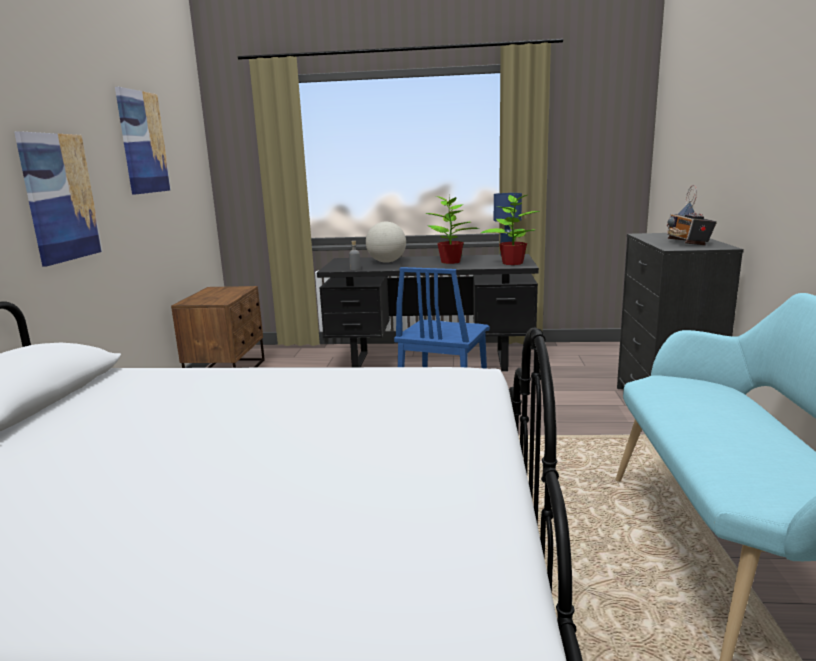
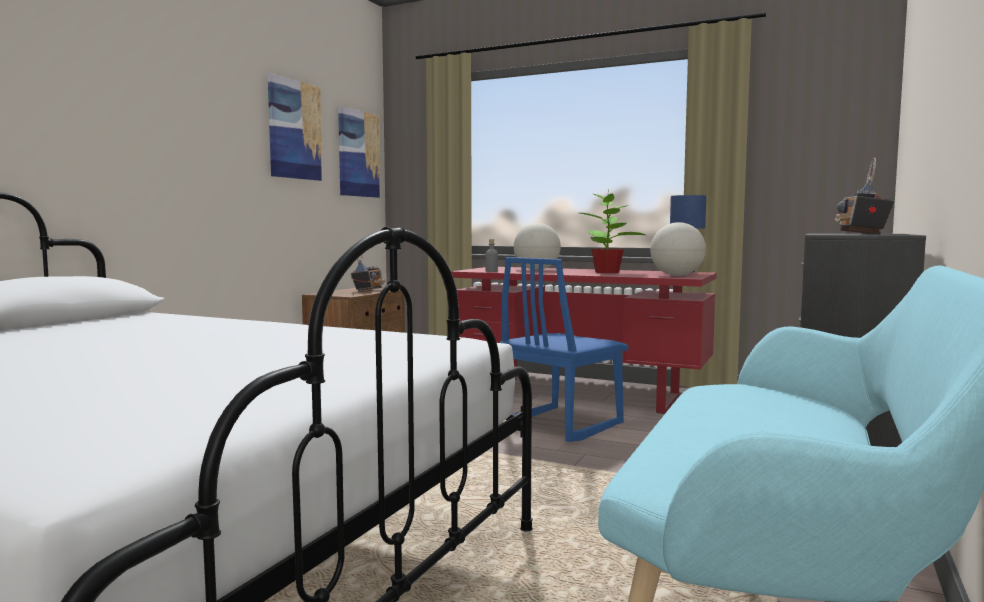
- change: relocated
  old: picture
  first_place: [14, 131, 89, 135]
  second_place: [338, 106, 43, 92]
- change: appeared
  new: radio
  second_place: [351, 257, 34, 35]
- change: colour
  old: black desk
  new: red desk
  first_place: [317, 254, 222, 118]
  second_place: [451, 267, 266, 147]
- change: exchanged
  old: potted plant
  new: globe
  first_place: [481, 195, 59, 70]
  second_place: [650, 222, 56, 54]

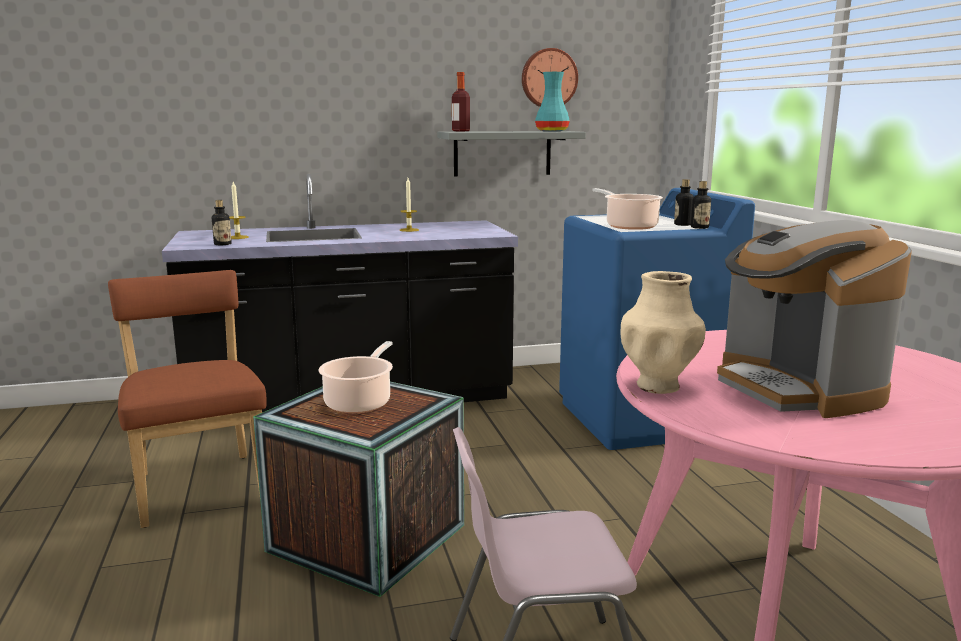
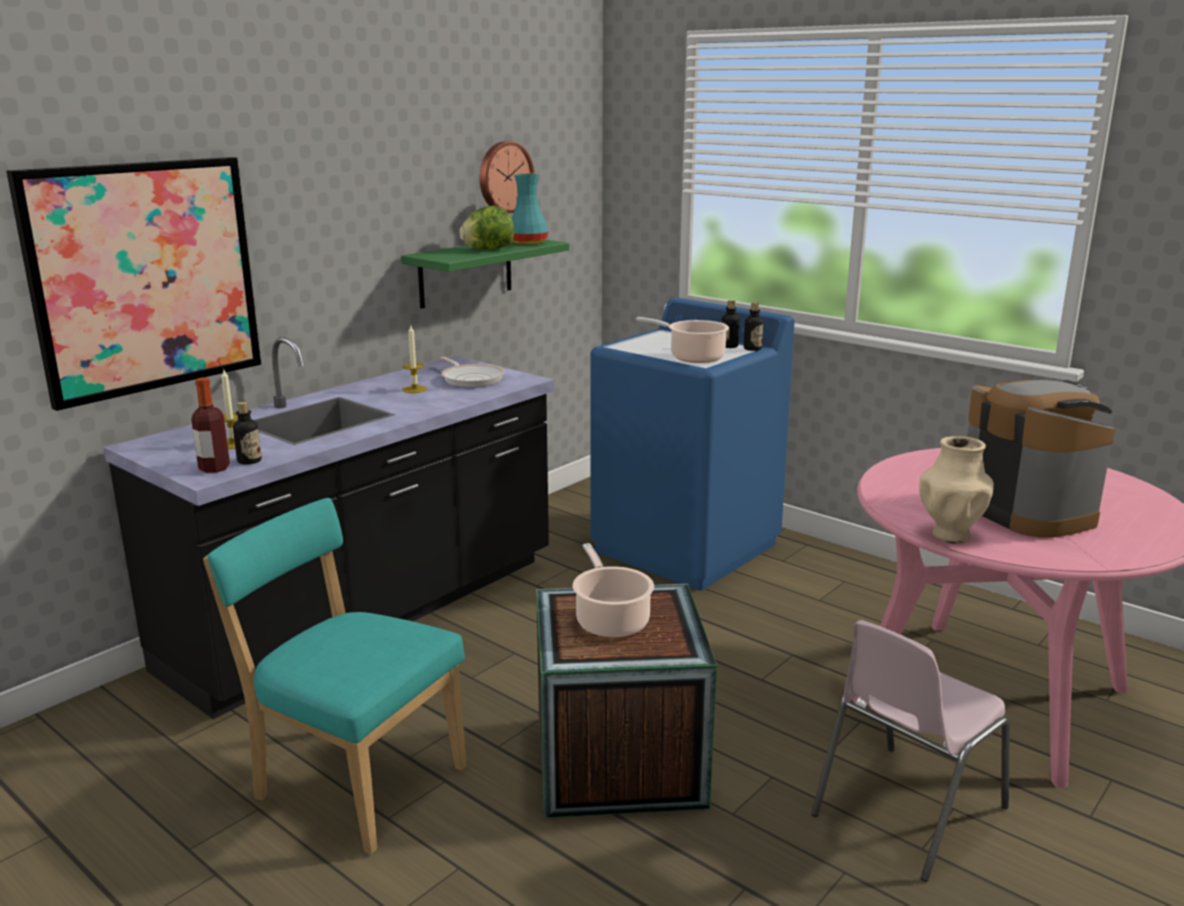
- change: appeared
  new: picture
  second_place: [6, 157, 255, 254]
- change: relocated
  old: bottle
  first_place: [452, 72, 18, 59]
  second_place: [191, 377, 39, 96]
- change: colour
  old: brown chair
  new: turquoise chair
  first_place: [108, 270, 158, 258]
  second_place: [203, 498, 264, 356]
- change: colour
  old: grey shelf
  new: green shelf
  first_place: [437, 131, 149, 46]
  second_place: [401, 240, 168, 69]
- change: appeared
  new: frying pan
  second_place: [440, 357, 65, 30]
- change: appeared
  new: lettuce
  second_place: [459, 206, 55, 44]
- change: spun
  old: coffee machine
  first_place: [717, 220, 195, 198]
  second_place: [967, 380, 149, 158]
  degrees: -150

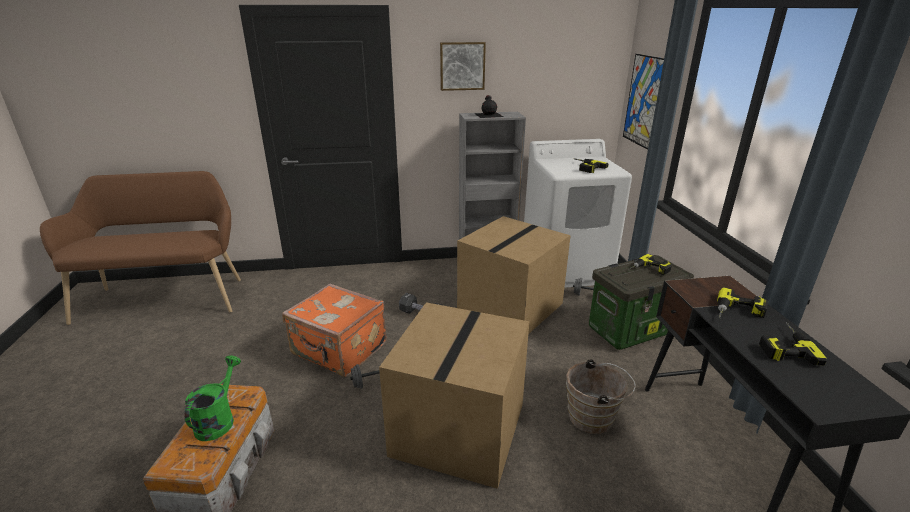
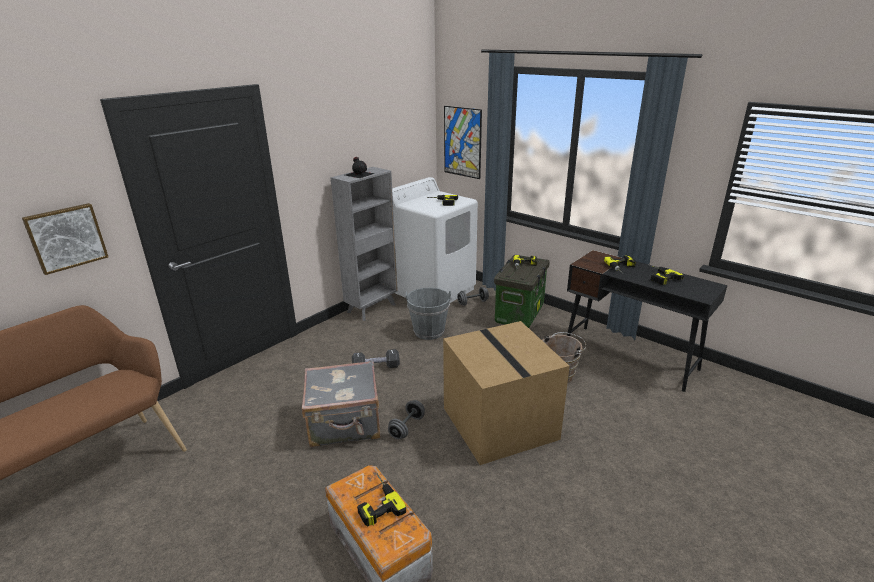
- change: relocated
  old: picture
  first_place: [440, 42, 46, 49]
  second_place: [22, 203, 86, 72]
- change: colour
  old: orange suitcase
  new: grey suitcase
  first_place: [282, 284, 105, 93]
  second_place: [302, 360, 79, 87]
- change: exchanged
  old: green watering can
  new: power drill
  first_place: [184, 356, 57, 85]
  second_place: [357, 474, 49, 53]
- change: exchanged
  old: cardboard box
  new: grey bucket
  first_place: [457, 216, 114, 118]
  second_place: [406, 288, 45, 52]

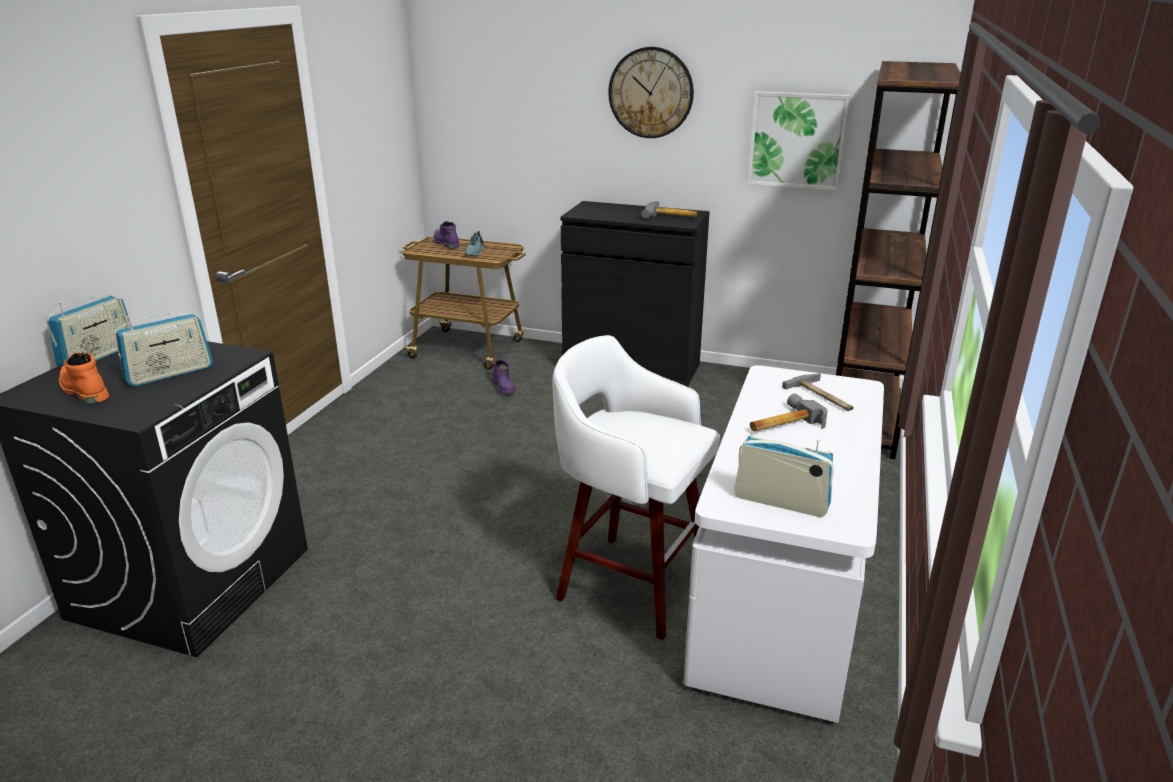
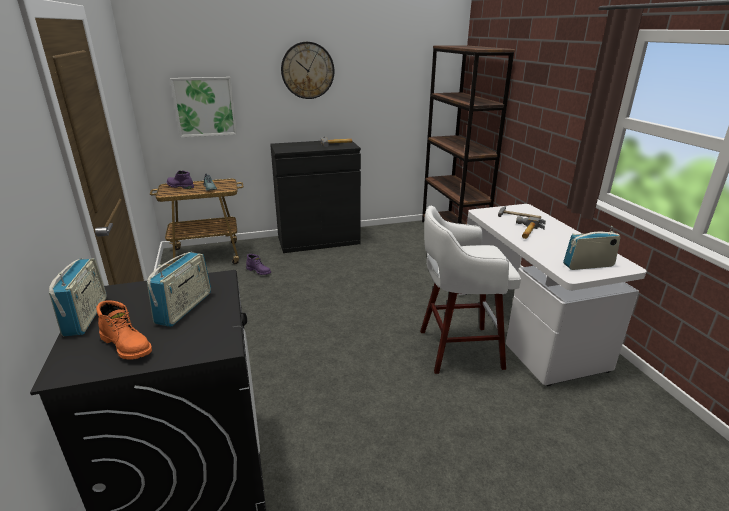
- change: spun
  old: orange boot
  first_place: [59, 353, 50, 51]
  second_place: [96, 300, 56, 60]
  degrees: -150
- change: relocated
  old: picture
  first_place: [747, 91, 103, 100]
  second_place: [170, 77, 67, 60]

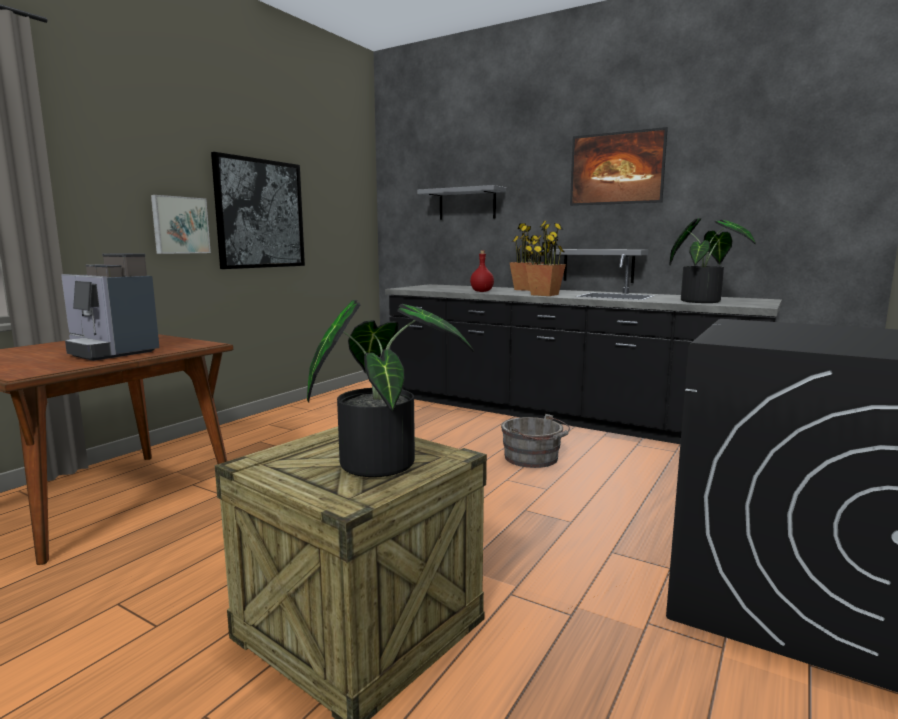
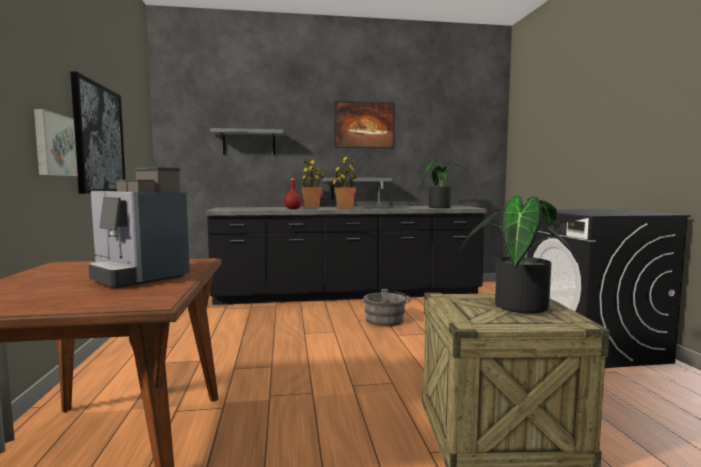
- change: spun
  old: coffee machine
  first_place: [61, 253, 99, 108]
  second_place: [88, 167, 102, 121]
  degrees: 45

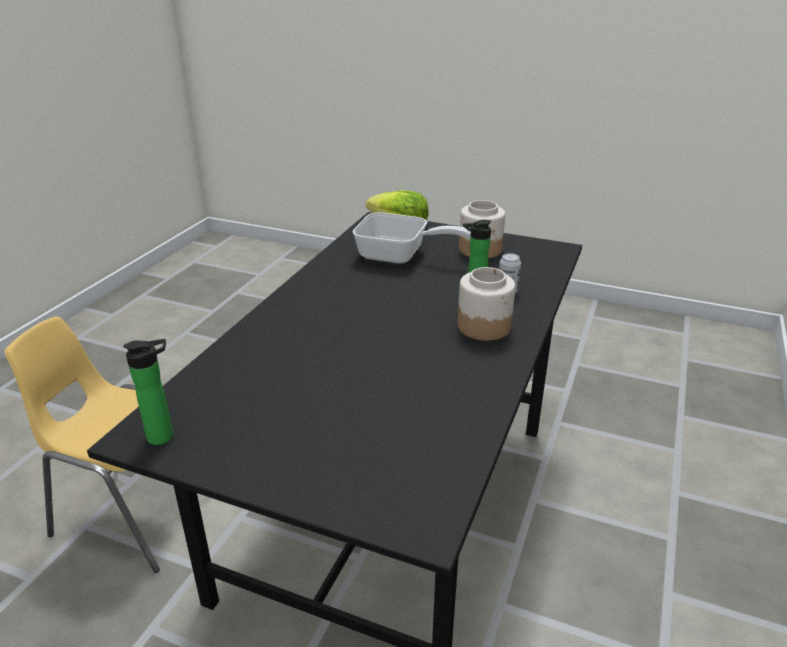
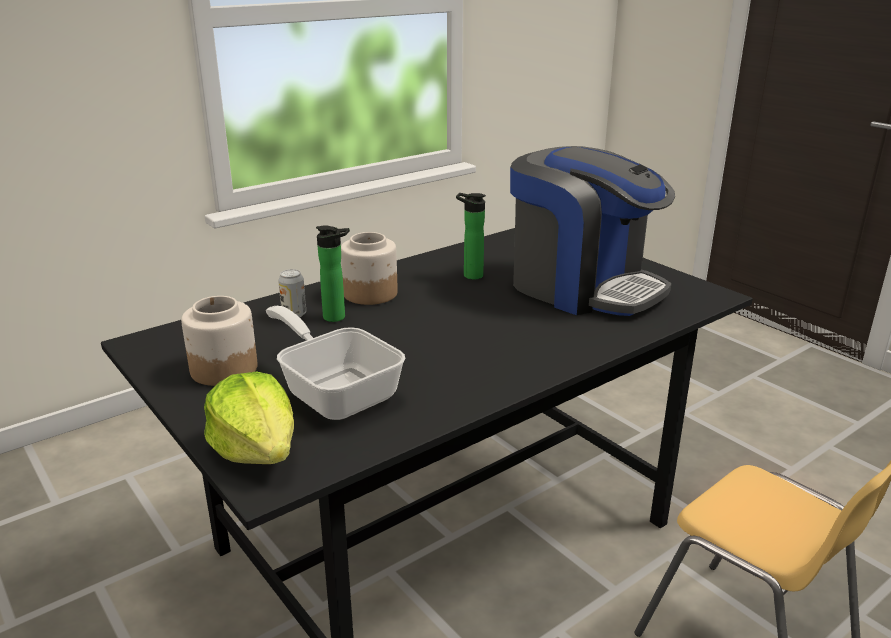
- change: relocated
  old: bottle
  first_place: [123, 339, 51, 106]
  second_place: [456, 193, 30, 87]
- change: appeared
  new: coffee machine
  second_place: [510, 146, 165, 170]

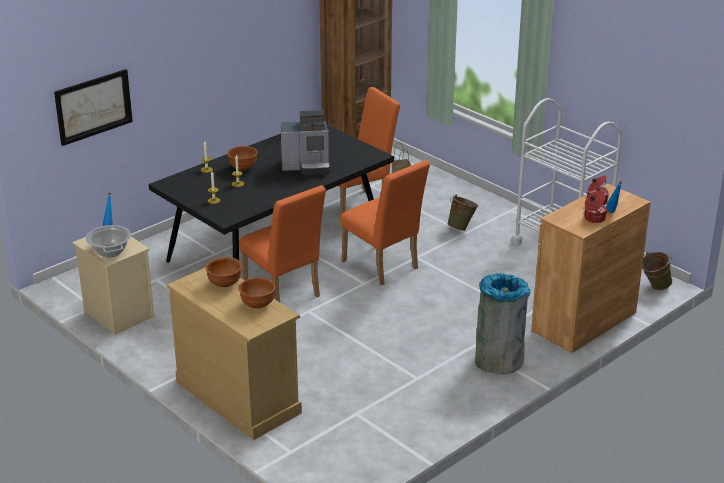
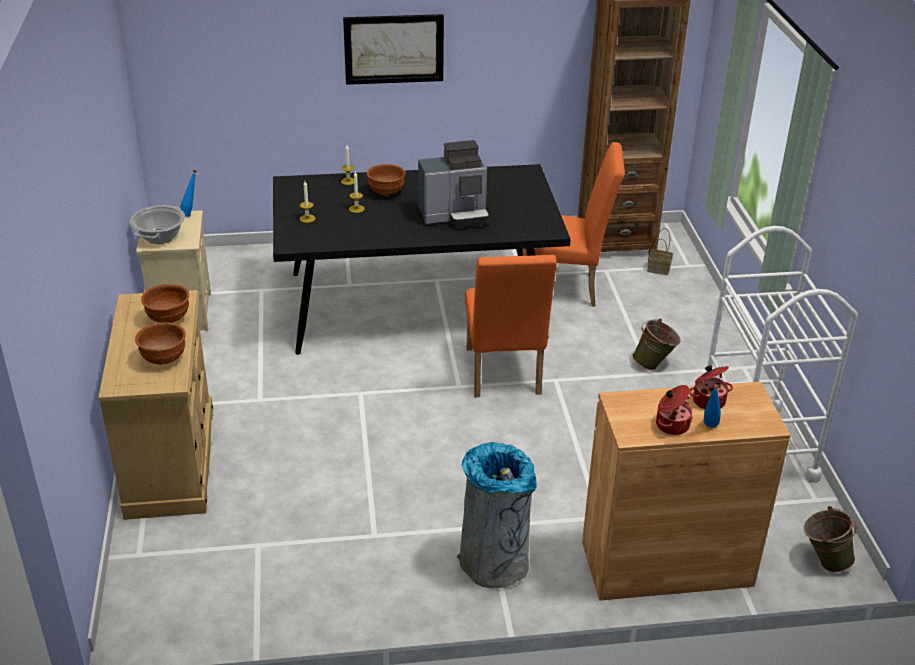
- change: relocated
  old: picture
  first_place: [54, 69, 79, 77]
  second_place: [343, 14, 101, 71]
- change: spun
  old: coffee machine
  first_place: [281, 110, 49, 65]
  second_place: [418, 140, 71, 88]
  degrees: -45
- change: missing
  old: orange chair
  first_place: [239, 185, 87, 117]

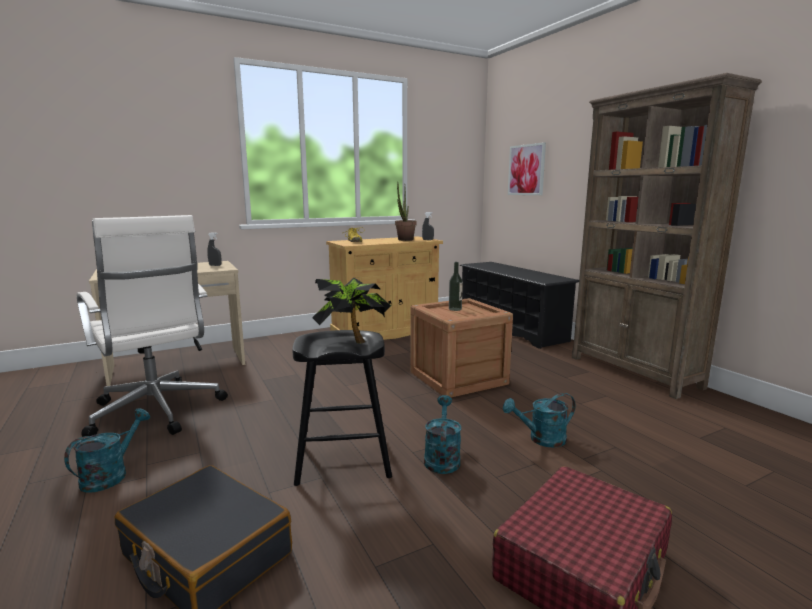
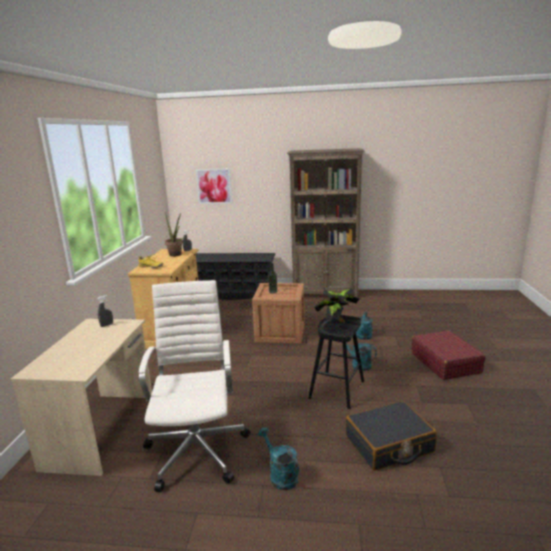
- change: spun
  old: white office chair
  first_place: [76, 215, 152, 222]
  second_place: [139, 280, 111, 212]
  degrees: -90

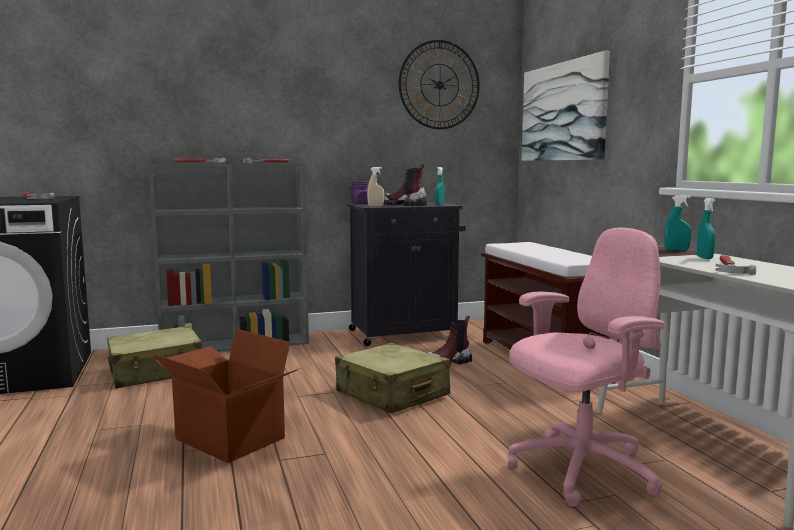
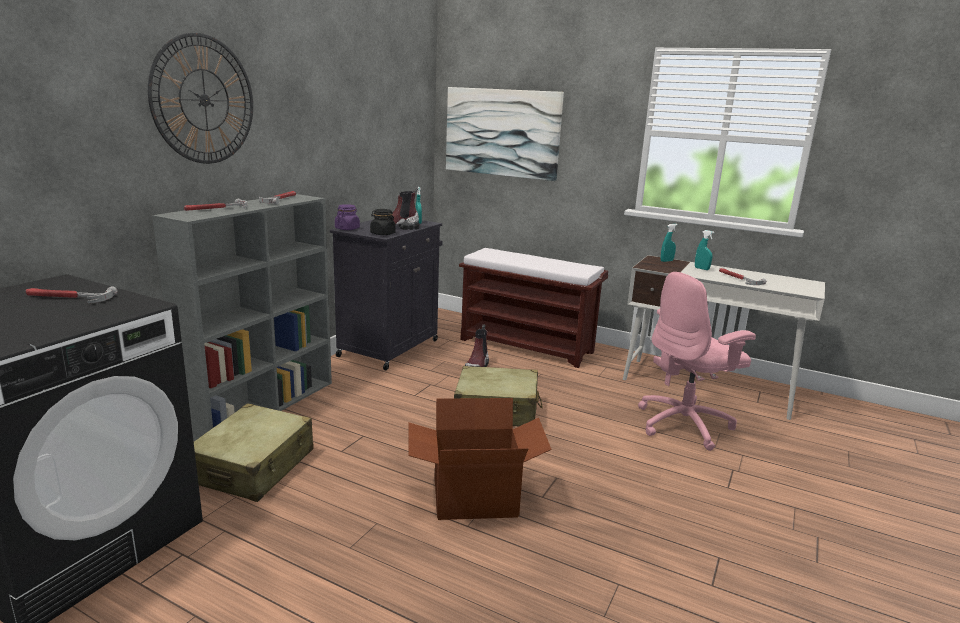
- change: relocated
  old: wall clock
  first_place: [399, 40, 81, 89]
  second_place: [148, 33, 105, 131]
- change: exchanged
  old: beige spray bottle
  new: black jar
  first_place: [367, 167, 17, 39]
  second_place: [370, 209, 26, 26]
- change: spun
  old: pink office chair
  first_place: [508, 228, 157, 279]
  second_place: [638, 272, 118, 179]
  degrees: -135

